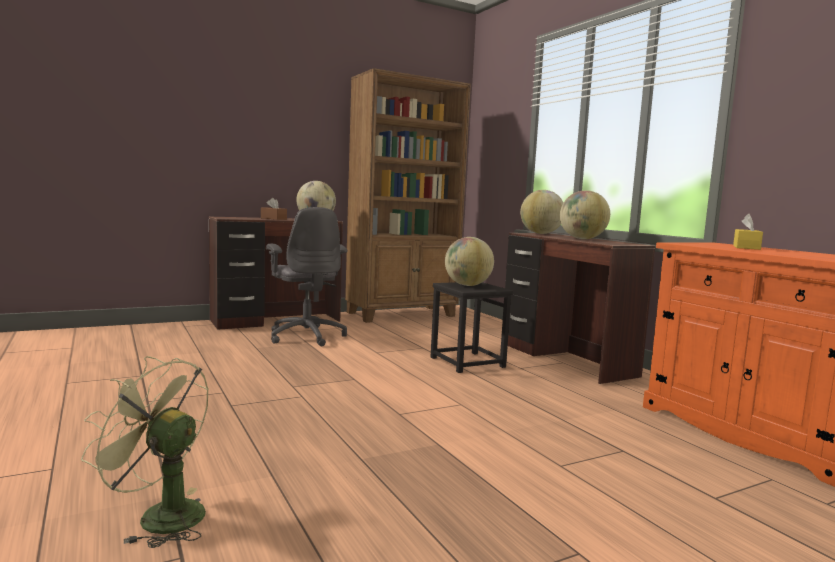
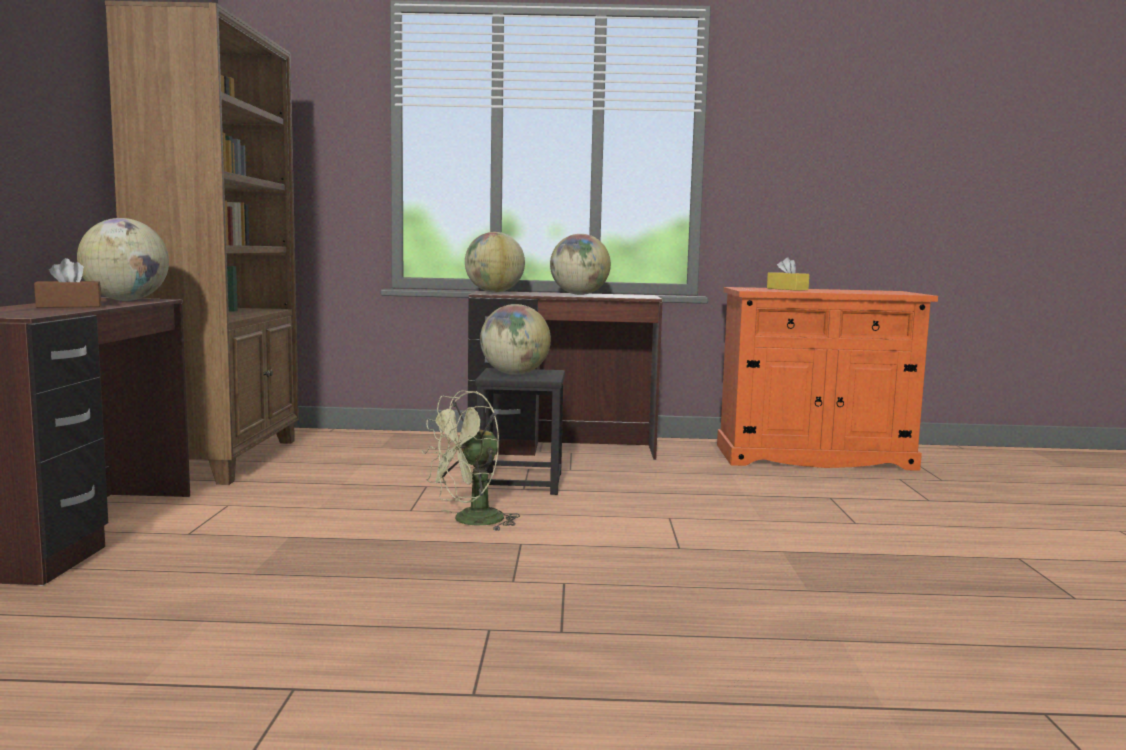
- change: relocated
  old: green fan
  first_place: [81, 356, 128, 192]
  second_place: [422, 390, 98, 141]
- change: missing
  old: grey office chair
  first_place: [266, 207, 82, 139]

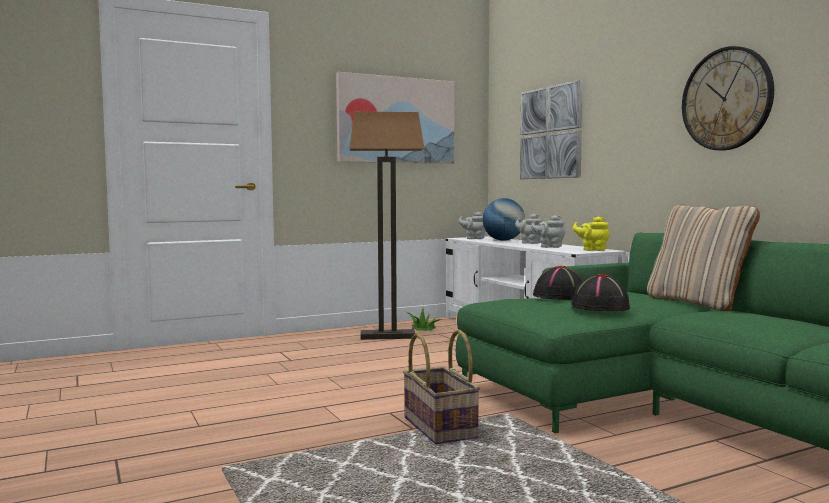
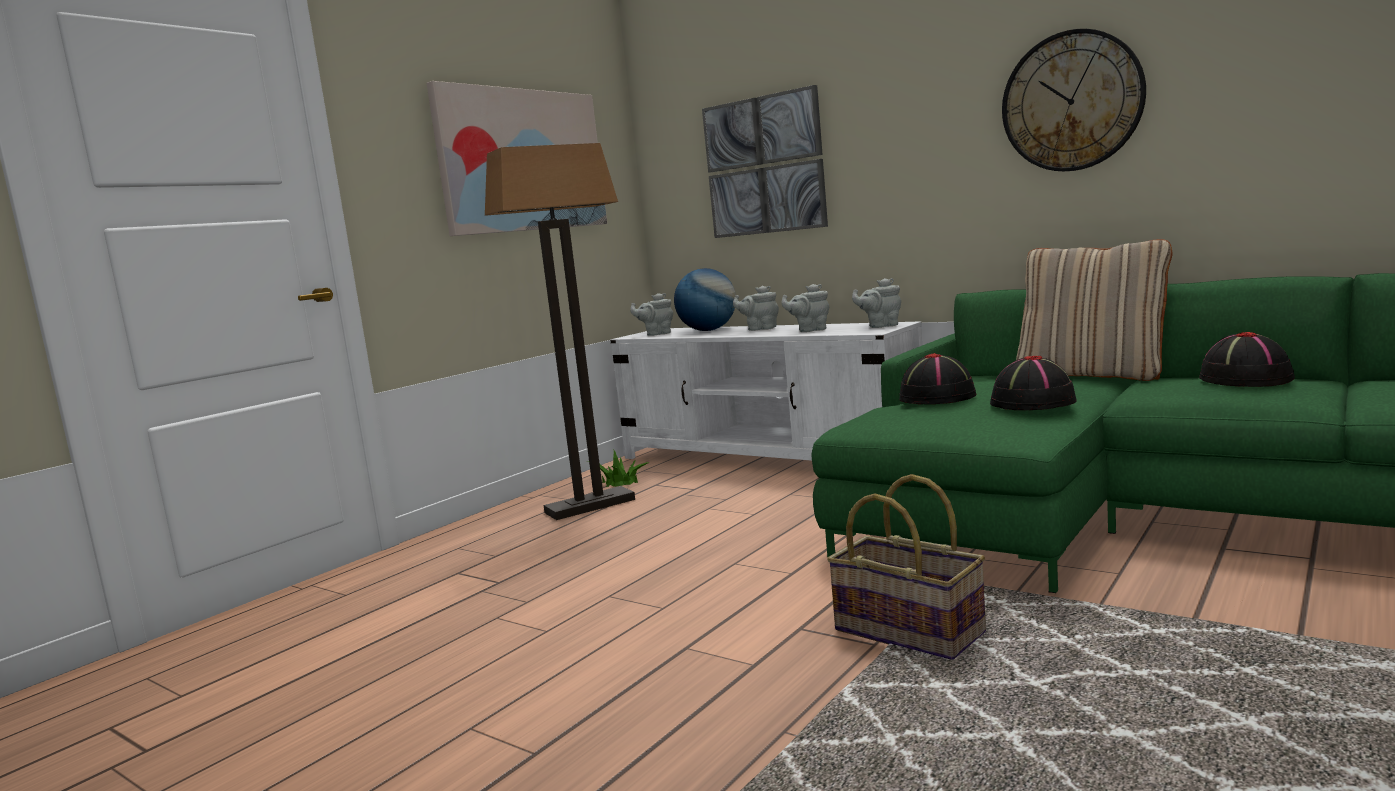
- change: colour
  old: yellow teapot
  new: grey teapot
  first_place: [573, 217, 37, 34]
  second_place: [852, 278, 49, 50]
- change: appeared
  new: black hat
  second_place: [1199, 332, 96, 55]

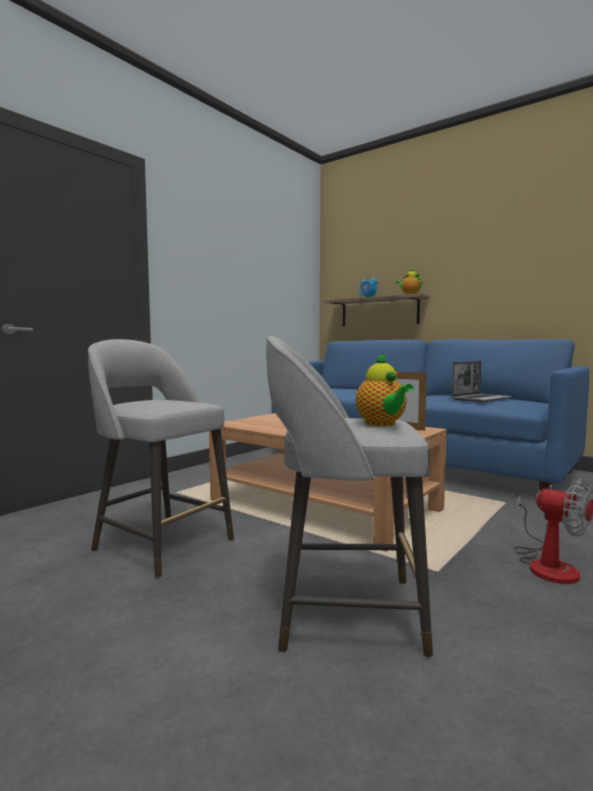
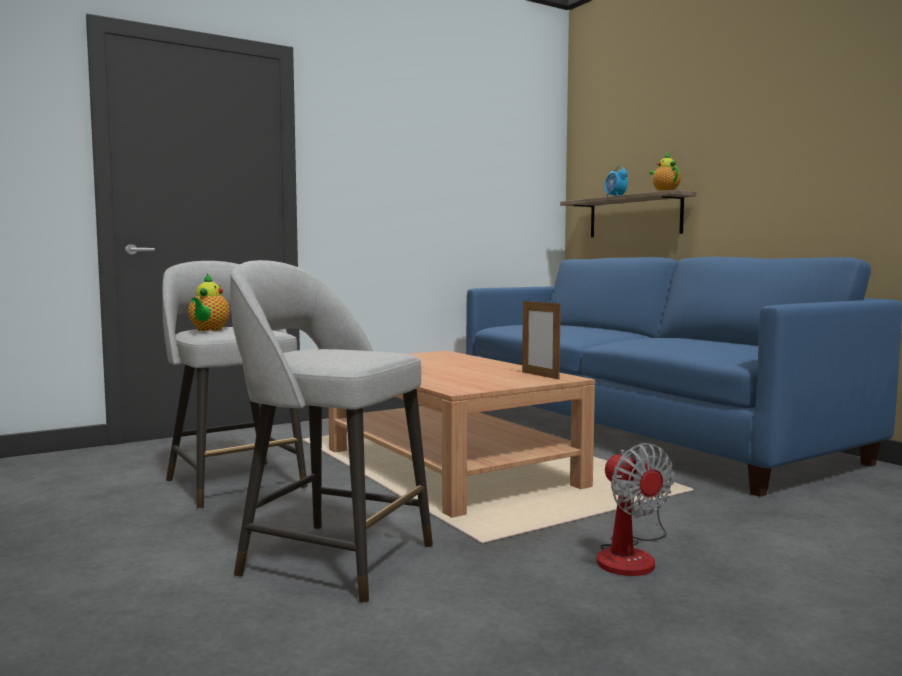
- change: relocated
  old: teapot
  first_place: [356, 353, 58, 73]
  second_place: [188, 274, 42, 57]
- change: missing
  old: laptop
  first_place: [451, 361, 61, 41]

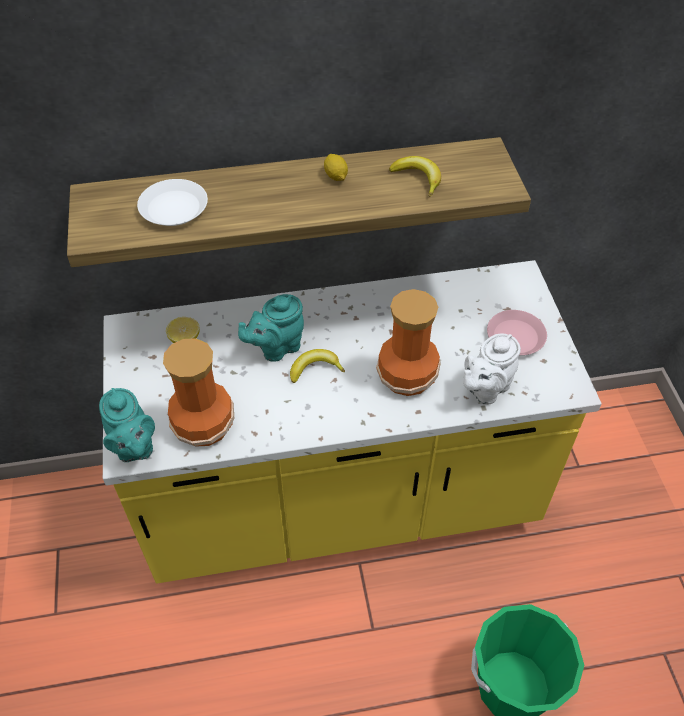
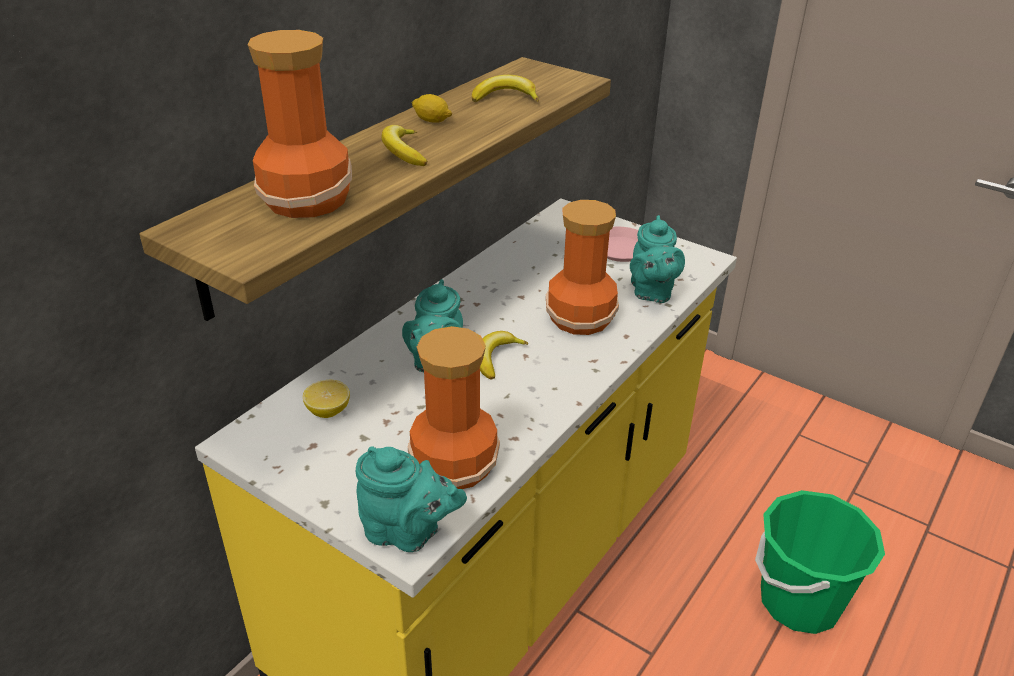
- change: exchanged
  old: white plate
  new: vase
  first_place: [137, 179, 71, 47]
  second_place: [248, 30, 104, 188]
- change: appeared
  new: banana
  second_place: [382, 125, 45, 41]
- change: colour
  old: white teapot
  new: turquoise teapot
  first_place: [463, 334, 58, 71]
  second_place: [630, 215, 55, 88]

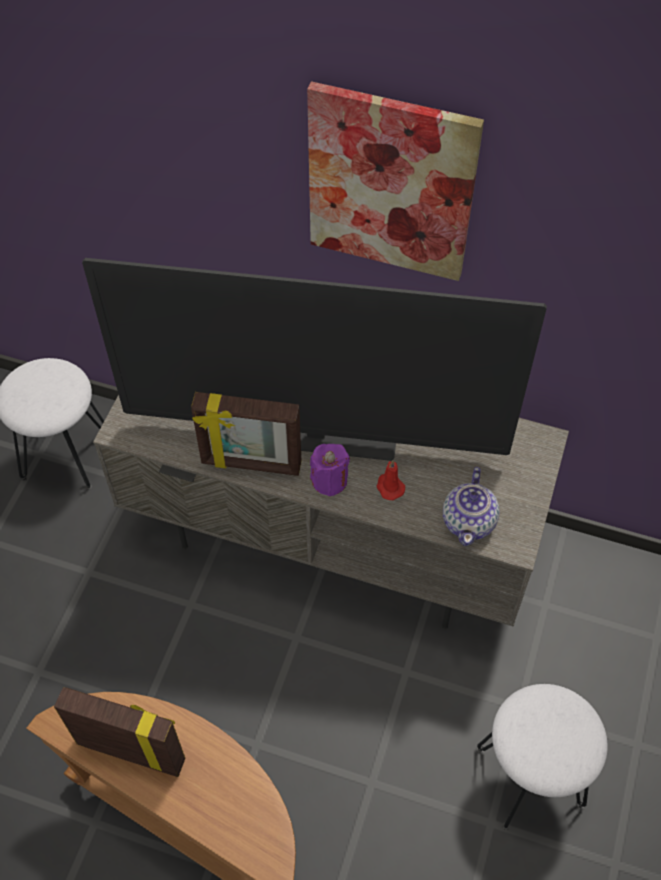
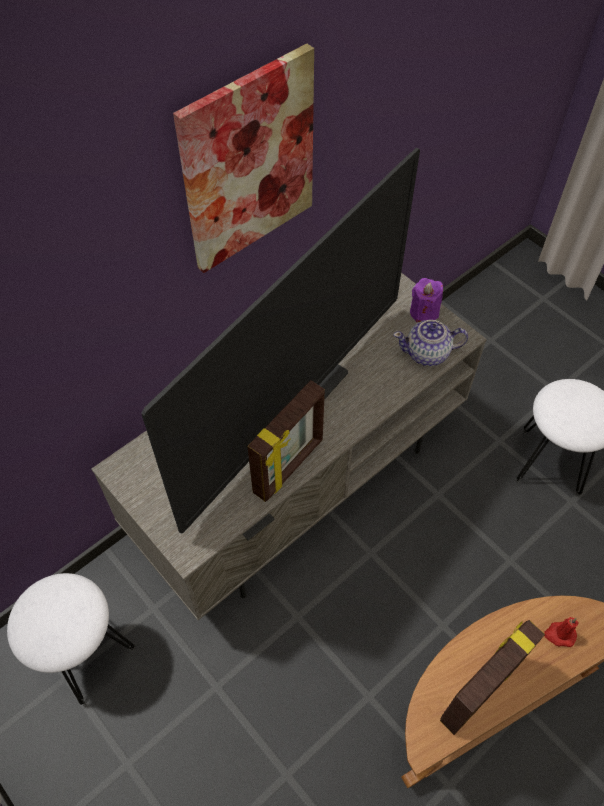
- change: spun
  old: teapot
  first_place: [443, 467, 56, 79]
  second_place: [393, 320, 75, 46]
  degrees: 135
- change: relocated
  old: purple candle
  first_place: [310, 444, 40, 53]
  second_place: [410, 278, 33, 44]
- change: relocated
  old: red candle
  first_place: [376, 460, 29, 40]
  second_place: [544, 617, 35, 30]

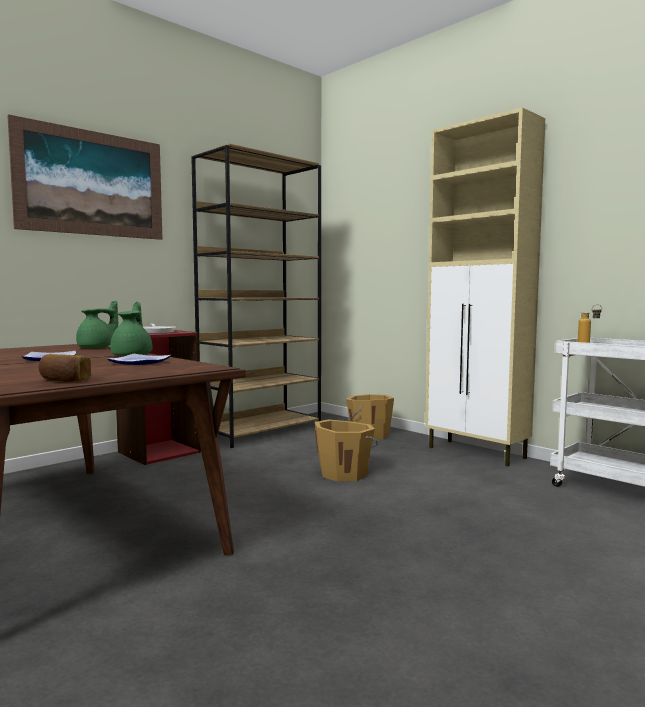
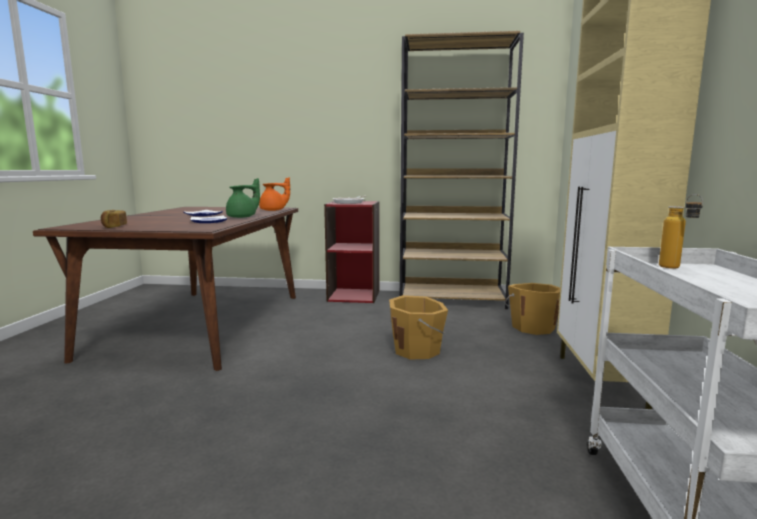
- change: colour
  old: green teapot
  new: orange teapot
  first_place: [76, 300, 42, 48]
  second_place: [259, 177, 31, 34]
- change: missing
  old: picture
  first_place: [7, 114, 155, 126]

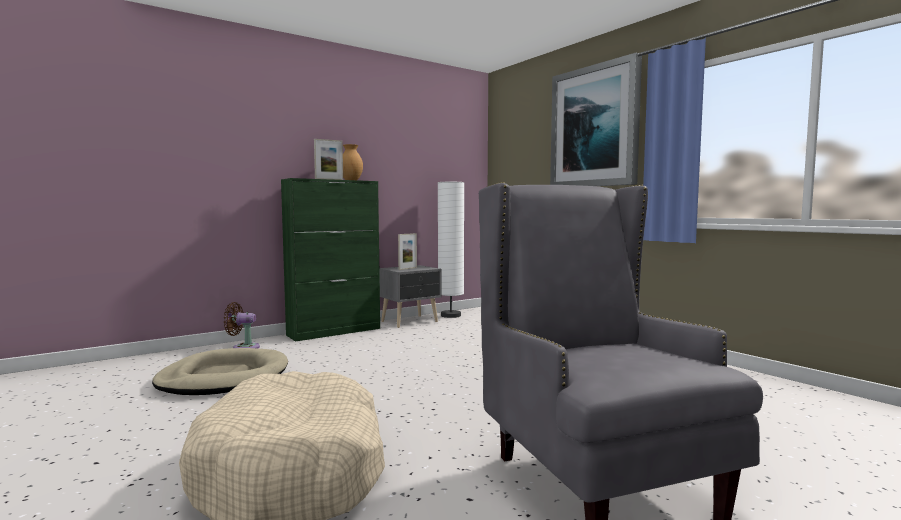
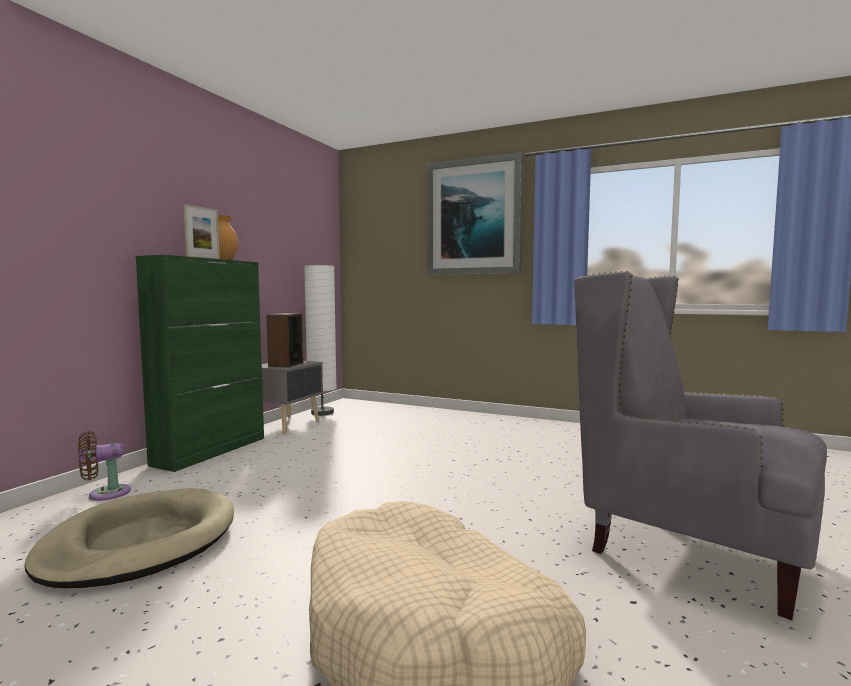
- change: exchanged
  old: picture frame
  new: speaker
  first_place: [398, 233, 19, 37]
  second_place: [266, 313, 37, 54]

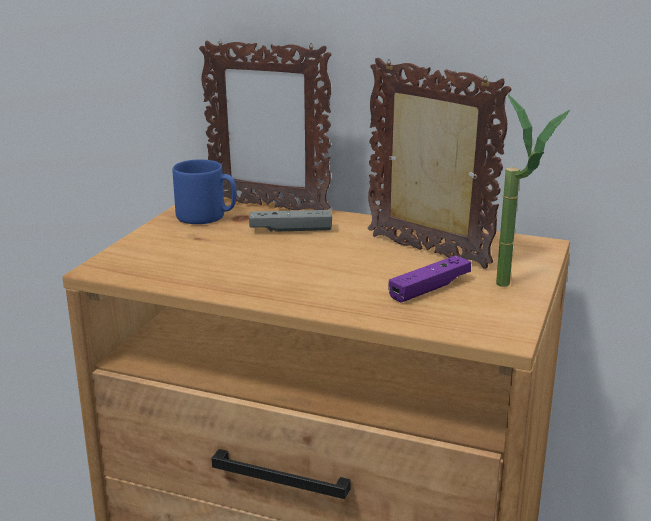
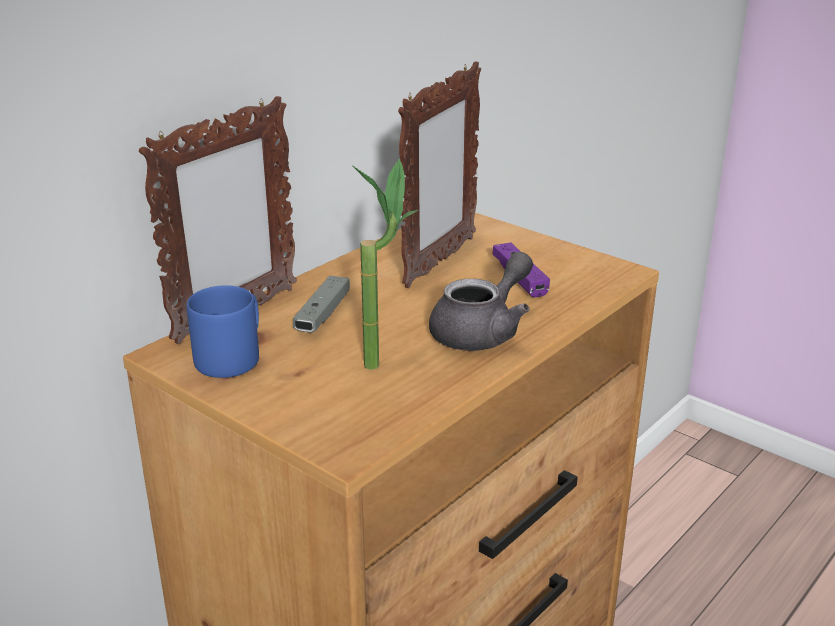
- change: relocated
  old: potted plant
  first_place: [496, 94, 74, 193]
  second_place: [352, 159, 66, 211]
- change: spun
  old: picture frame
  first_place: [368, 58, 144, 211]
  second_place: [398, 61, 83, 227]
  degrees: 150
- change: appeared
  new: grey teapot
  second_place: [429, 252, 104, 99]

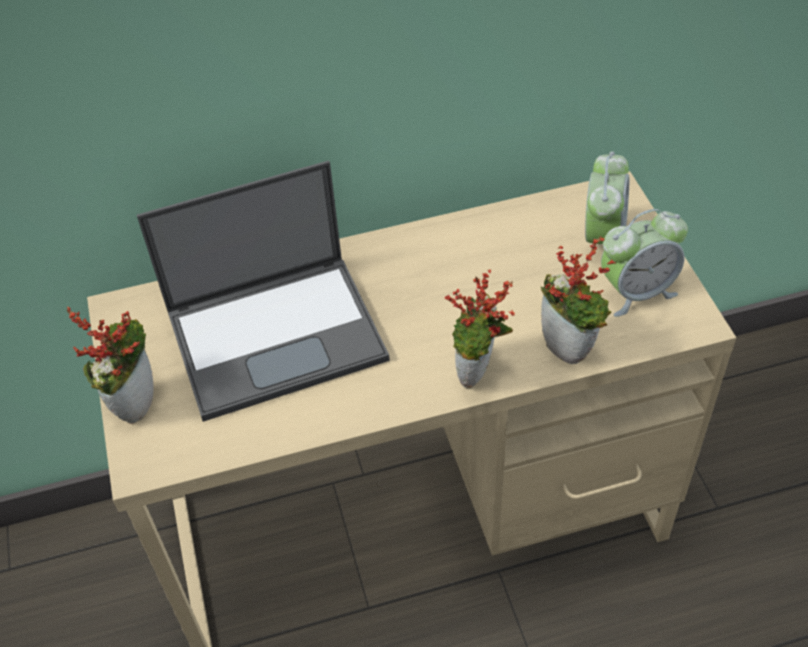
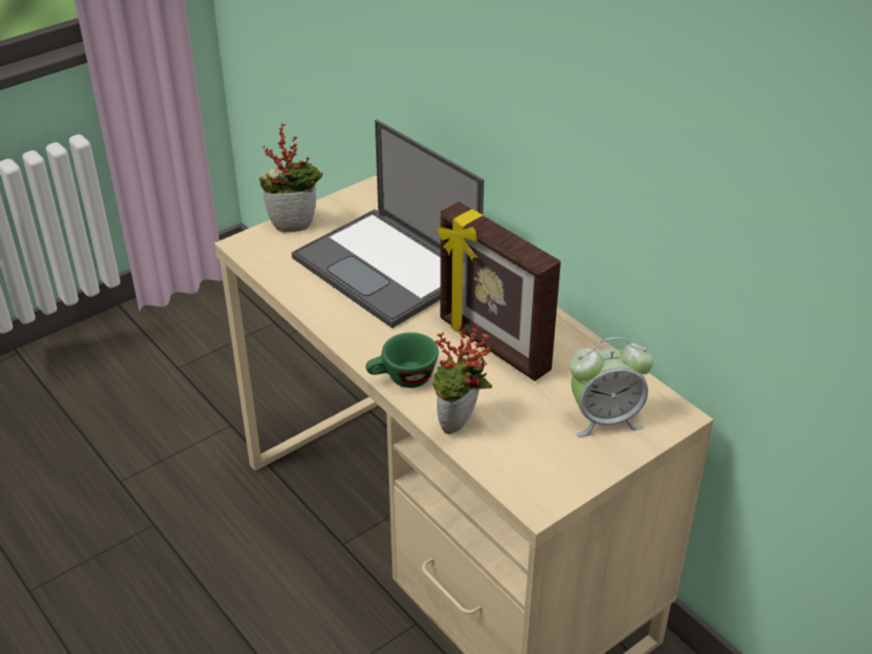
- change: exchanged
  old: potted plant
  new: green cup
  first_place: [445, 270, 70, 118]
  second_place: [366, 332, 73, 56]
- change: appeared
  new: picture frame
  second_place: [438, 201, 123, 180]
- change: missing
  old: alarm clock
  first_place: [601, 209, 87, 108]

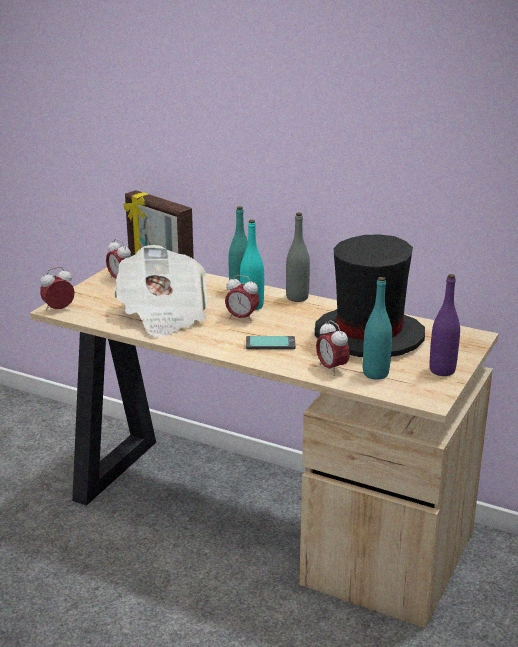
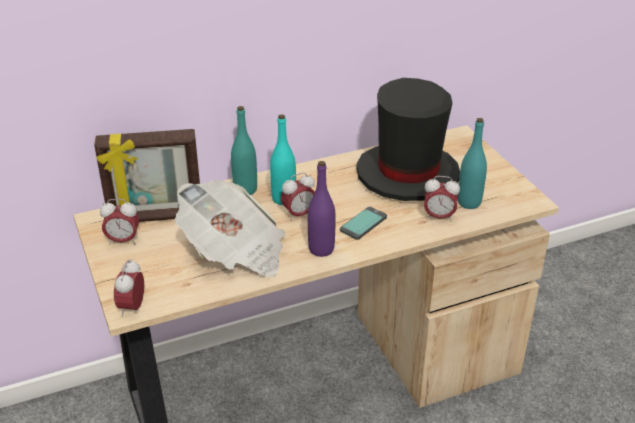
- change: relocated
  old: purple bottle
  first_place: [430, 274, 30, 102]
  second_place: [308, 161, 28, 96]
- change: missing
  old: grey bottle
  first_place: [286, 213, 24, 89]

